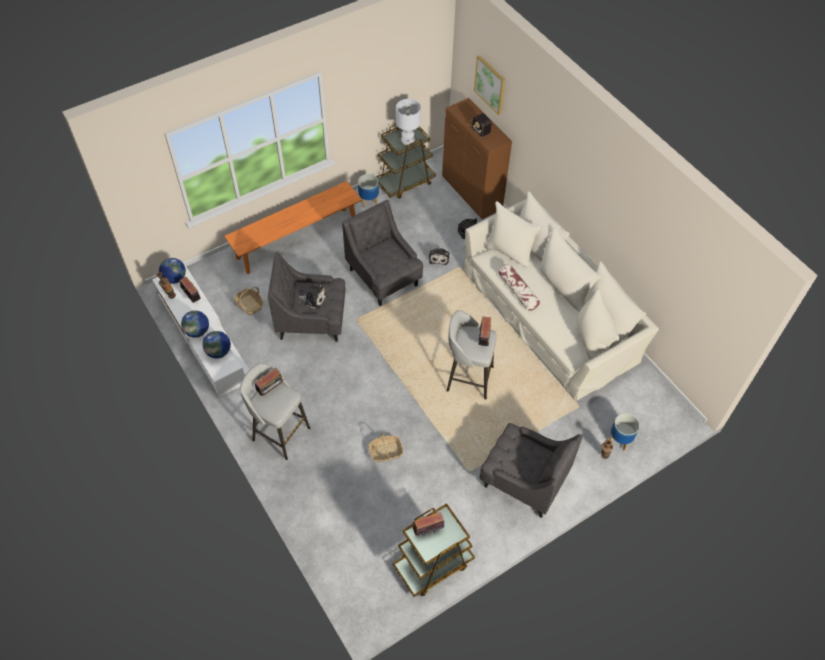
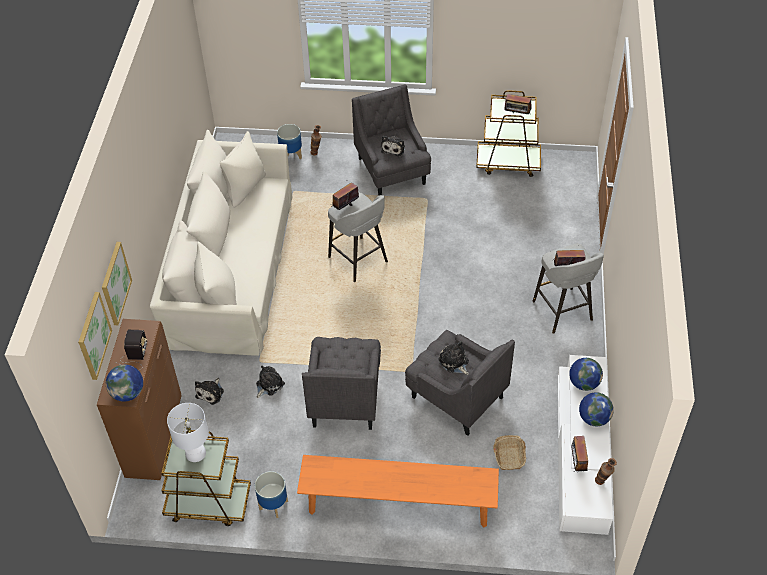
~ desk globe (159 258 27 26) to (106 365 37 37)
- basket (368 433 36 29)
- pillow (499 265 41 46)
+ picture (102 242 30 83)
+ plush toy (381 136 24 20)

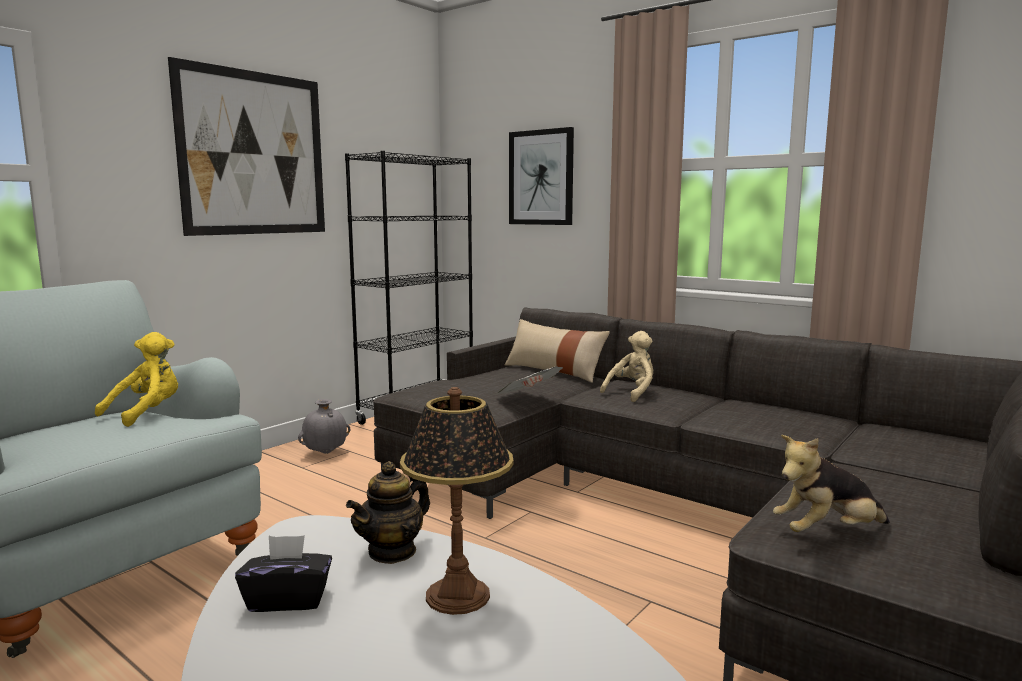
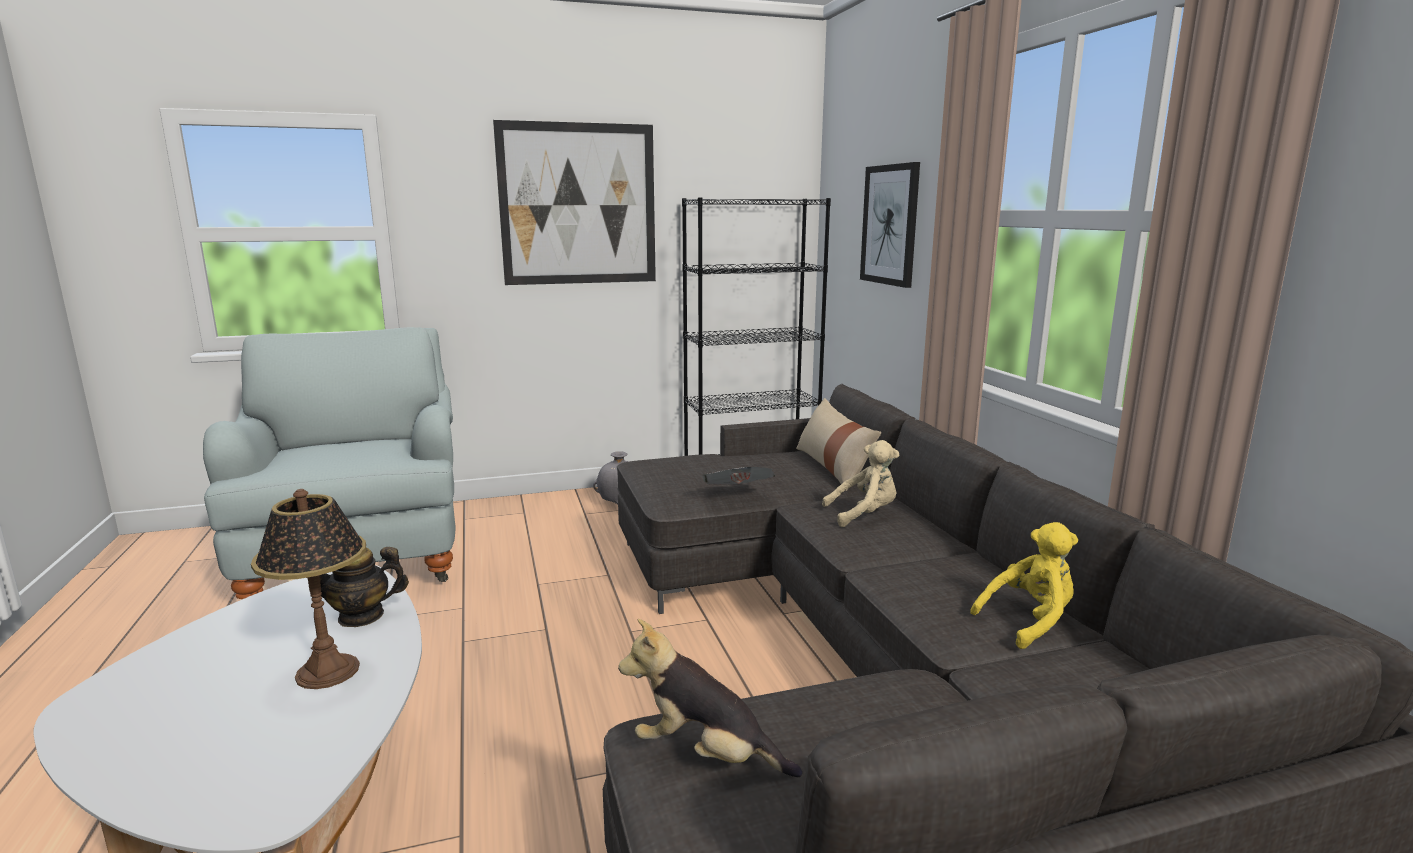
~ plush toy (yellow) (95 332 83 95) to (970 522 109 127)
- tissue holder (blackish) (235 535 97 77)

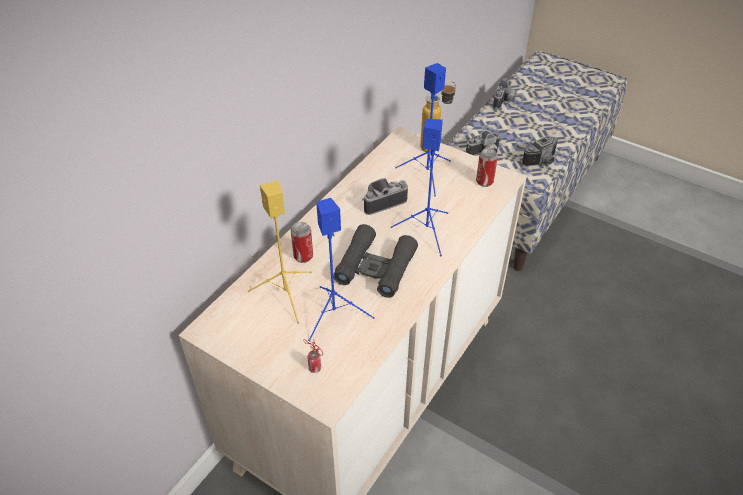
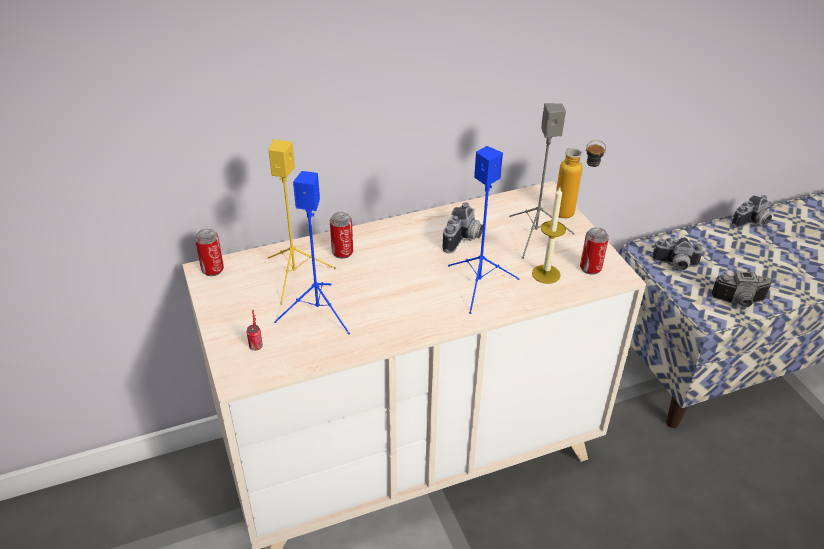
- binoculars (blackish) (333 224 85 74)
~ still camera (362 178 46 37) = (443 202 40 51) 105 degrees clockwise
~ speaker (bluish) (395 63 56 133) to speaker (grey) (509 103 65 156)
+ sealed can (195 228 29 48)
+ wax light (532 187 34 97)

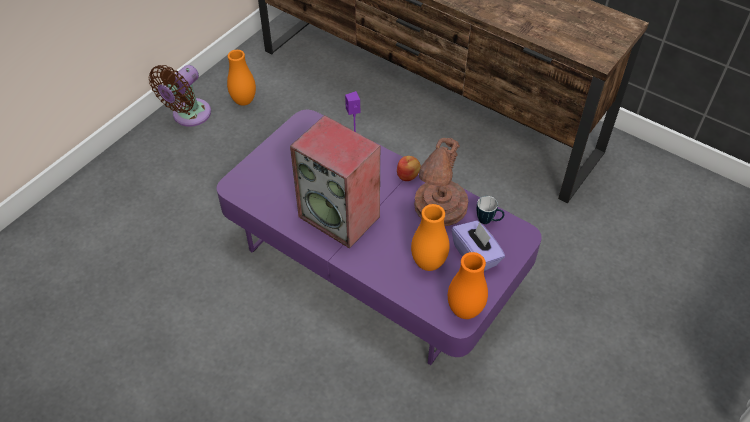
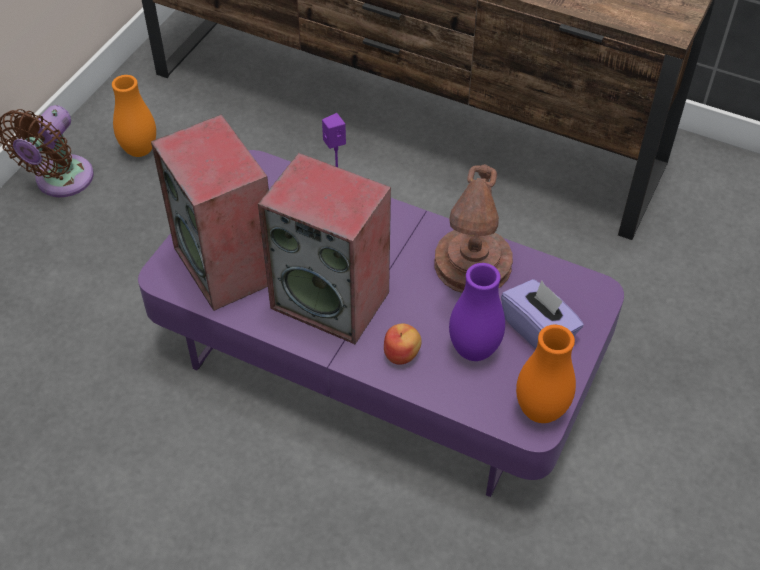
~ apple fruit (397 156 24 25) to (384 324 37 41)
~ decorative vase (orangey) (411 204 39 67) to decorative vase (purplish) (449 263 56 98)
- coffee mug (477 196 28 28)
+ speaker (151 114 118 197)

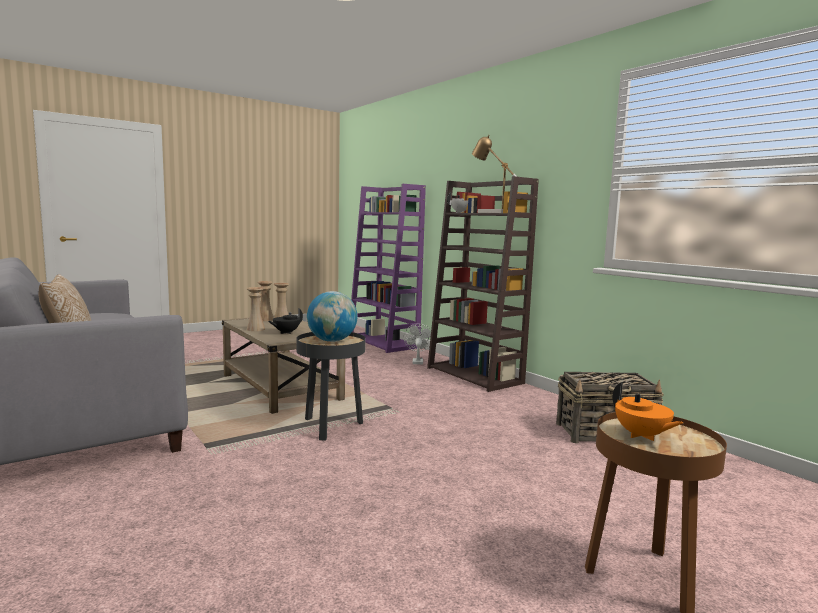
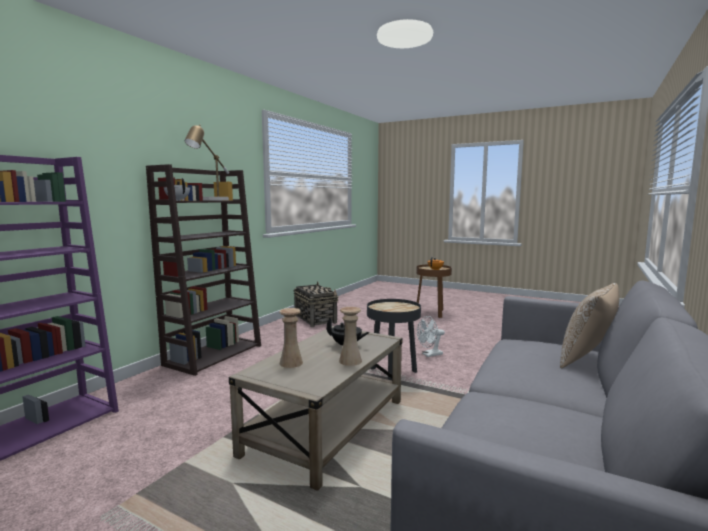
- decorative vase (beige-coloured) (258 281 15 40)
- desk globe (307 291 50 51)
~ electric fan (whitish) (404 324 27 41) to (417 316 28 41)

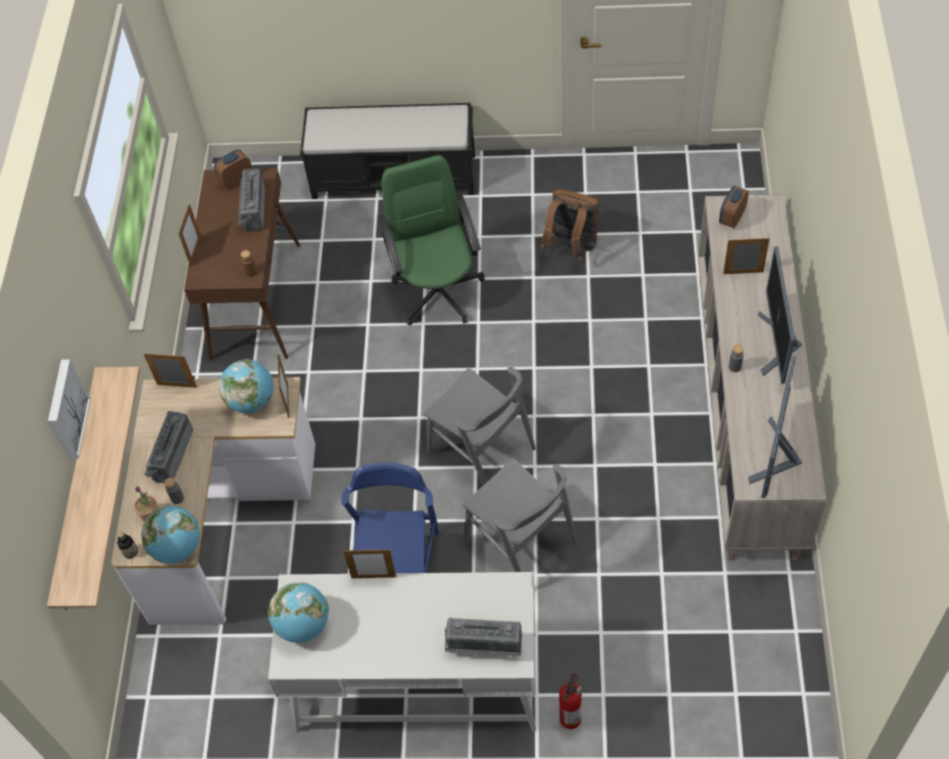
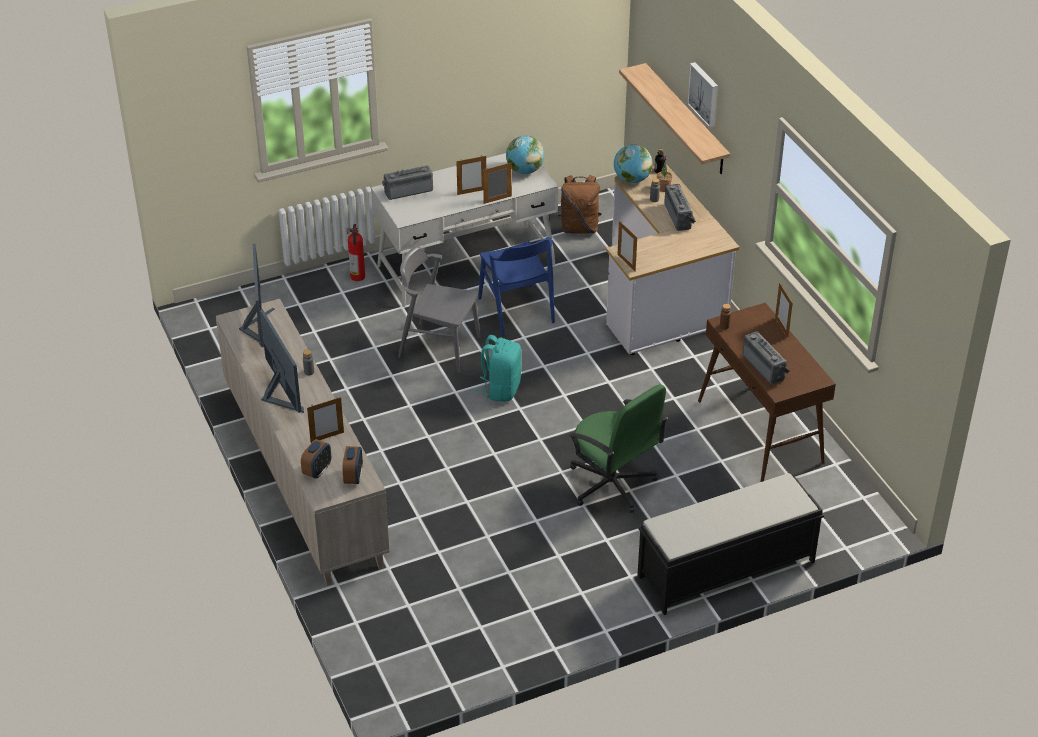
~ picture frame (144 353 53 35) to (456 156 30 39)
~ alarm clock (214 150 38 39) to (301 439 30 40)
- desk globe (219 359 55 54)
~ upright chair (grey) (424 367 112 118) to rucksack (blue-green) (475 335 46 67)
~ rucksack (brownish) (541 189 58 73) to (558 175 44 58)

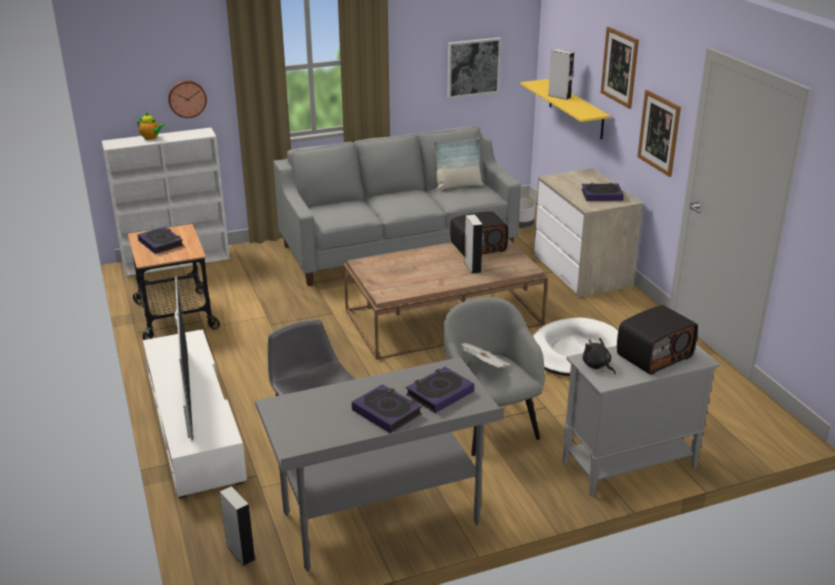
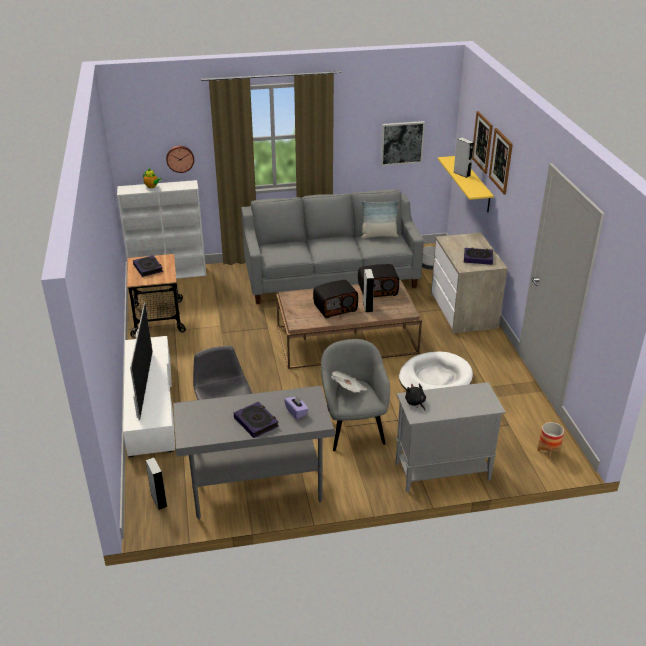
~ volume (406 367 68 46) to tissue holder (purplish) (284 395 25 24)
~ radio set (617 305 81 70) to (313 280 45 38)
~ picture (637 90 44 87) to (472 111 21 63)
+ planter (537 422 27 37)

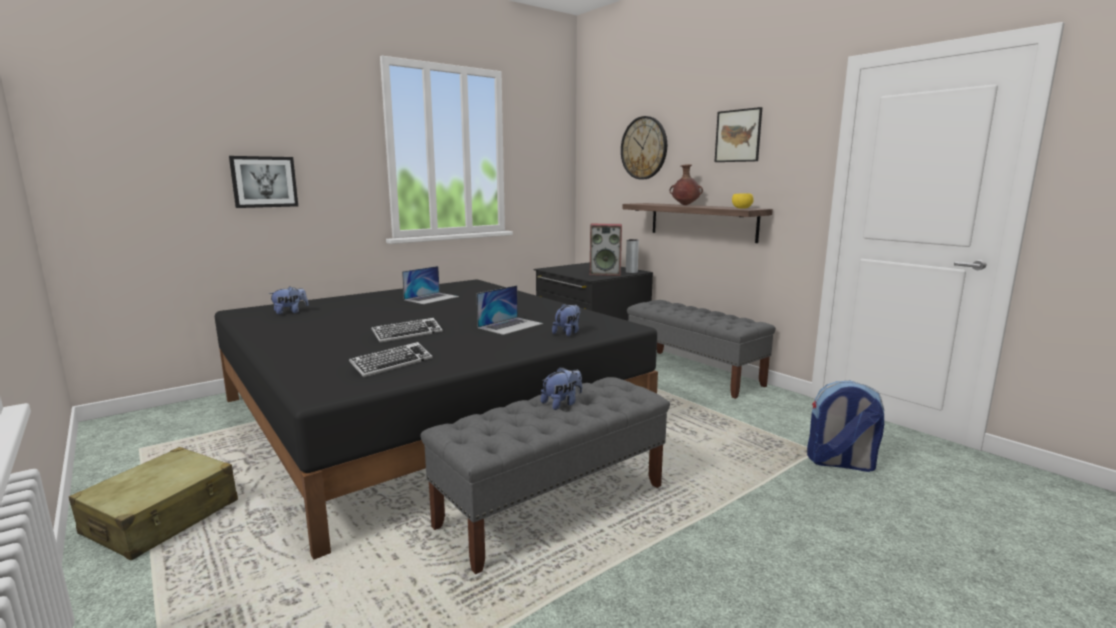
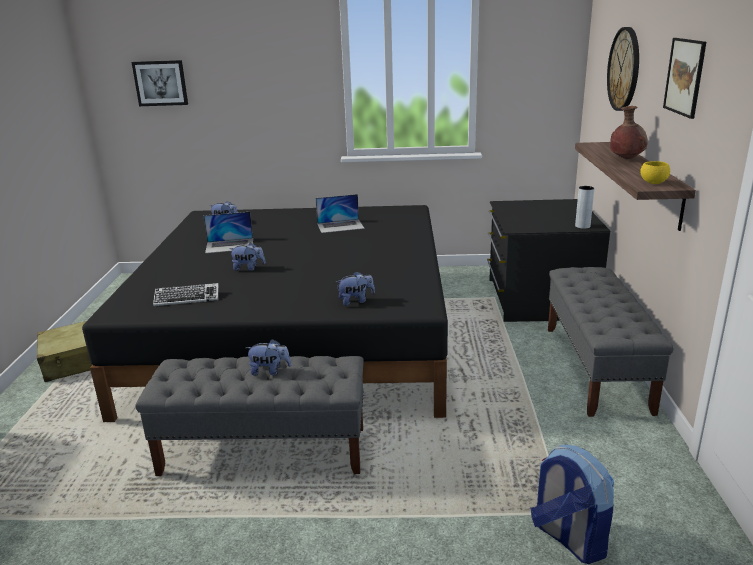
~ picture (229 156 69 52) to (132 60 56 46)
~ PC keyboard (371 318 72 25) to plush toy (229 242 37 29)
~ portable computer (476 285 67 50) to (203 212 50 41)
- speaker (590 224 32 52)

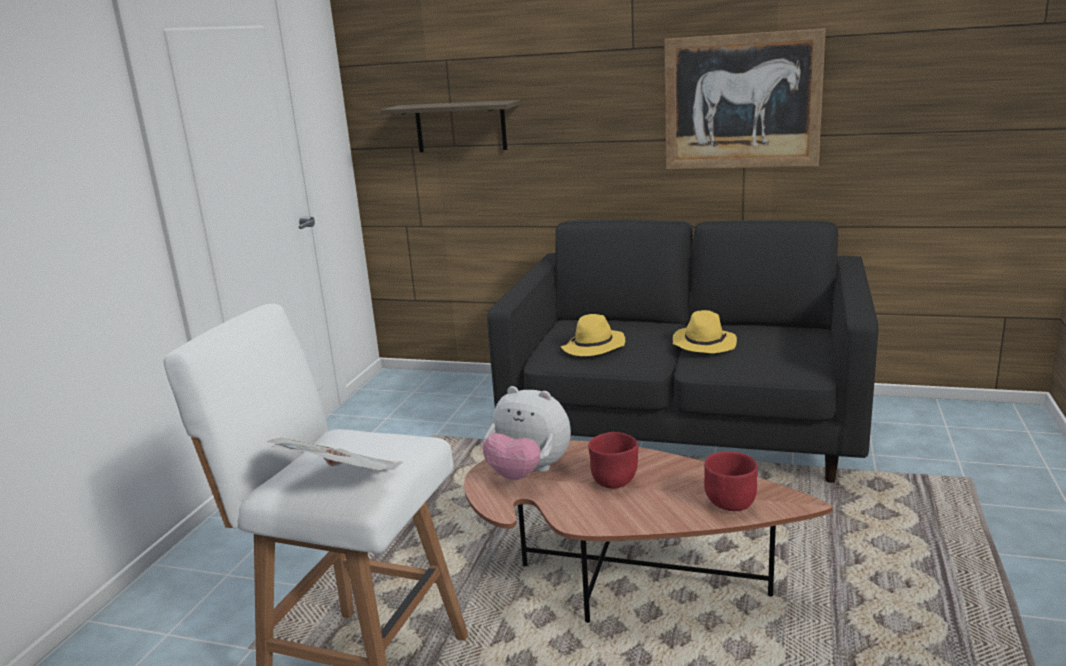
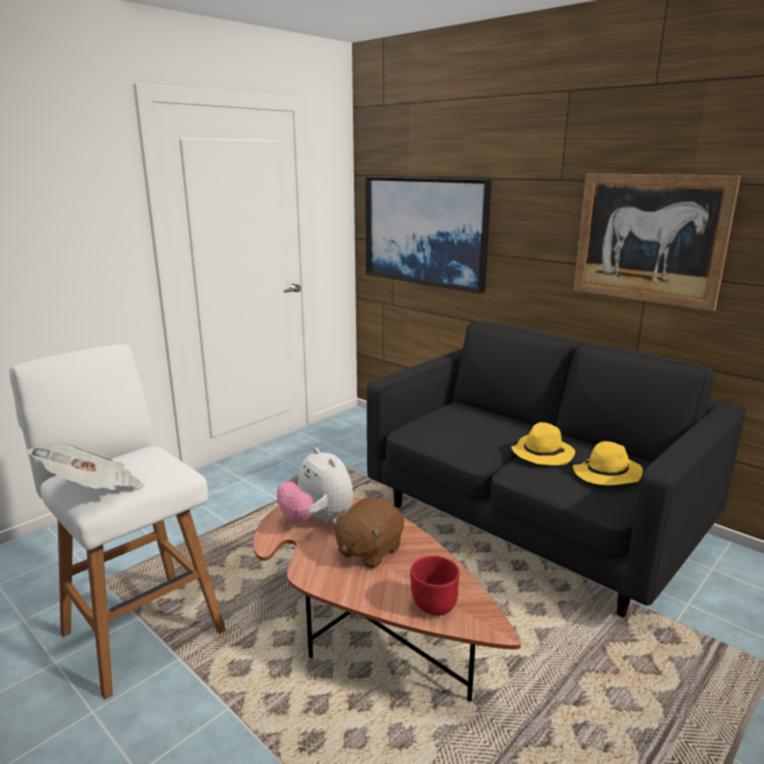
~ shelf (380 100 141 52) to picture (365 176 127 118)
~ clothing hat (yellow) (561 314 64 42) to (573 441 70 44)
~ deep dish (reddish) (588 432 51 57) to plush toy (brownish) (333 498 71 70)

